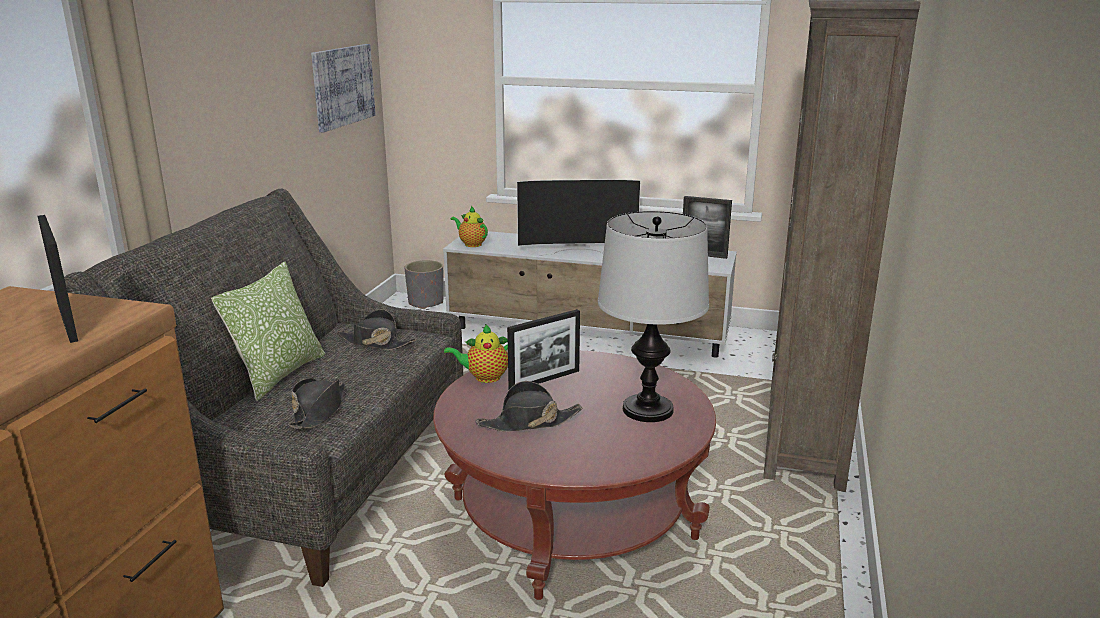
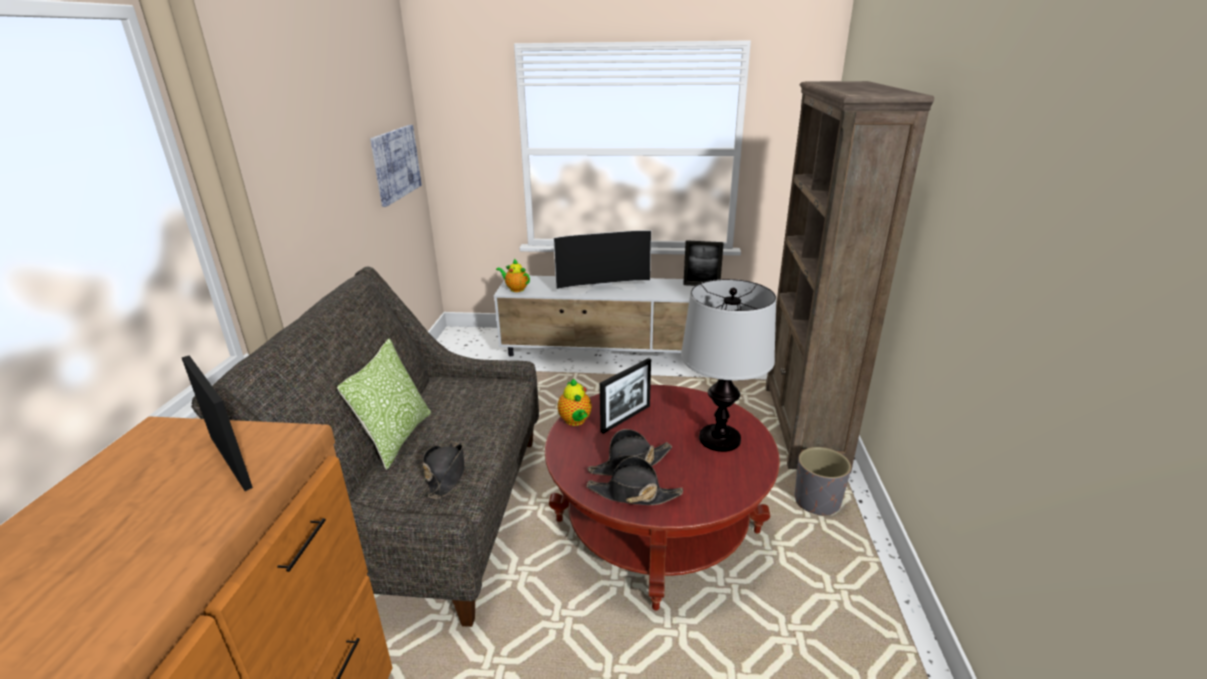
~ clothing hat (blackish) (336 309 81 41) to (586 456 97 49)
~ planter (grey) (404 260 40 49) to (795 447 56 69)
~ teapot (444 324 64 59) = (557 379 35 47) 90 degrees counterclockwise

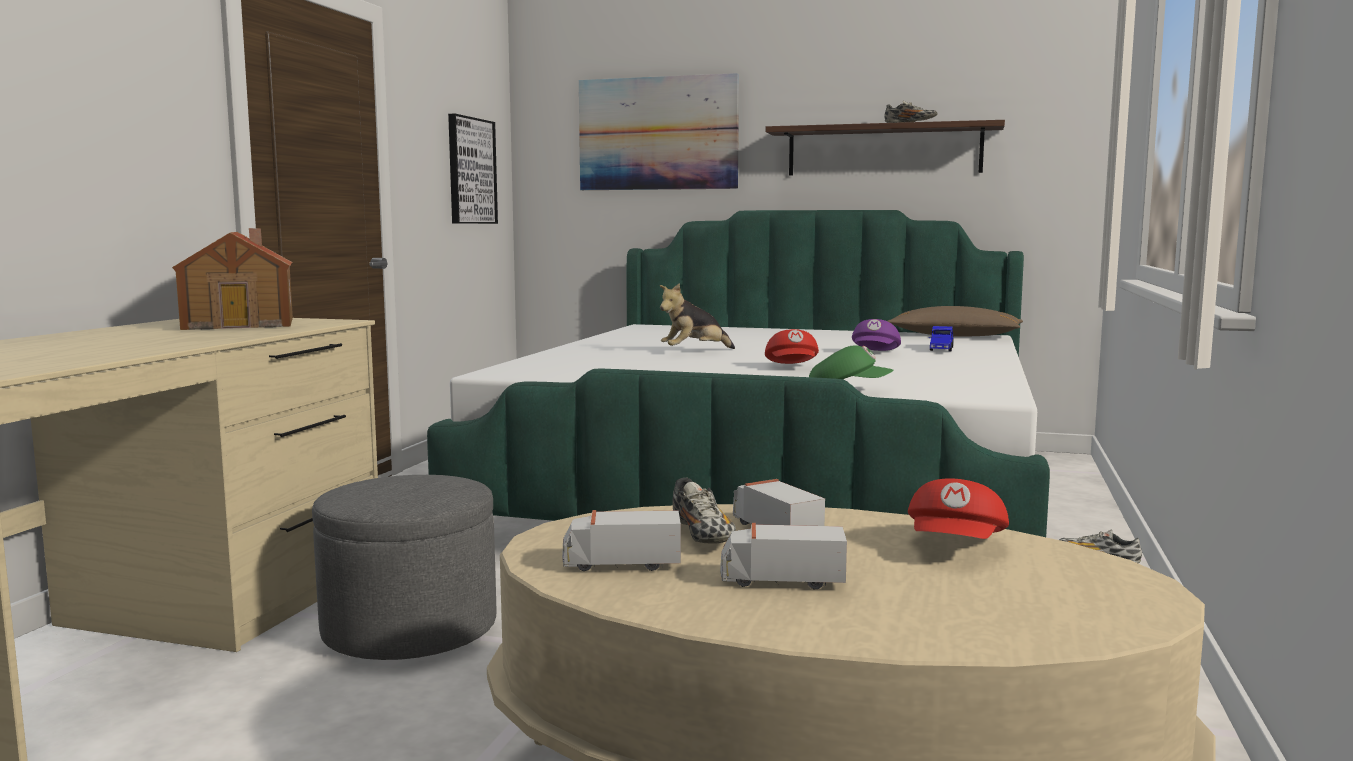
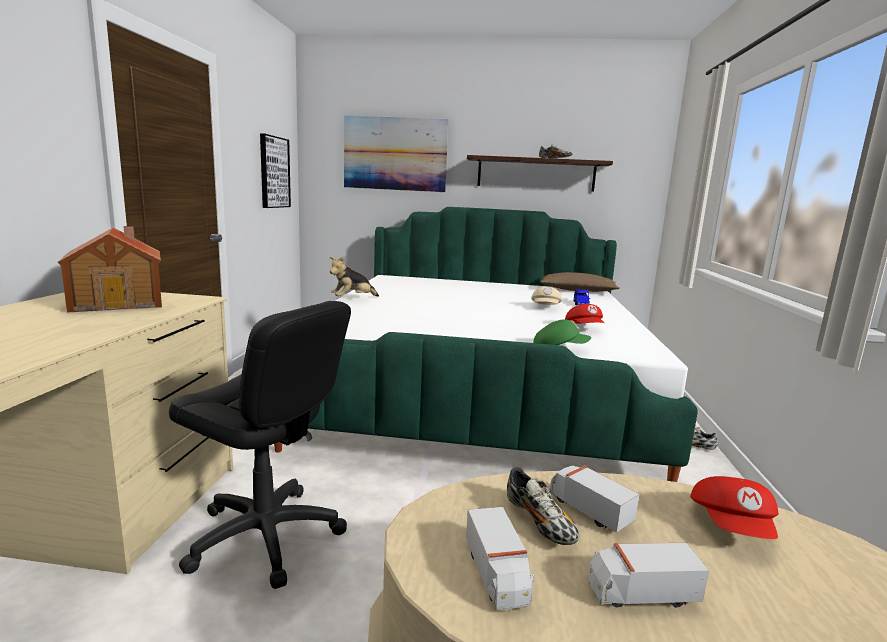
~ footrest (grey) (312 475 184 185) to computer chair (blackish) (169 301 182 288)
~ model truck (562 510 119 61) = (466 507 68 103) 90 degrees counterclockwise
~ plush toy (660 283 75 66) to (330 257 49 40)
~ peaked cap (reddish) (765 329 54 35) to (565 304 39 20)
~ peaked cap (purplish) (852 319 49 32) to peaked cap (beige-coloured) (531 287 31 18)

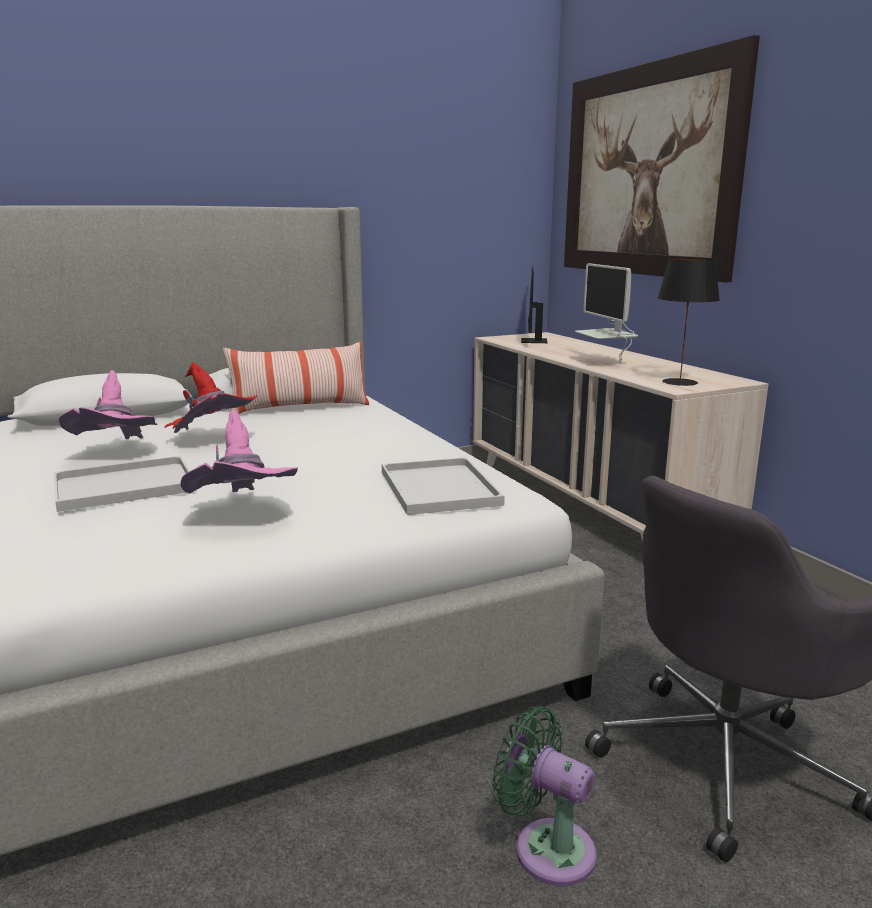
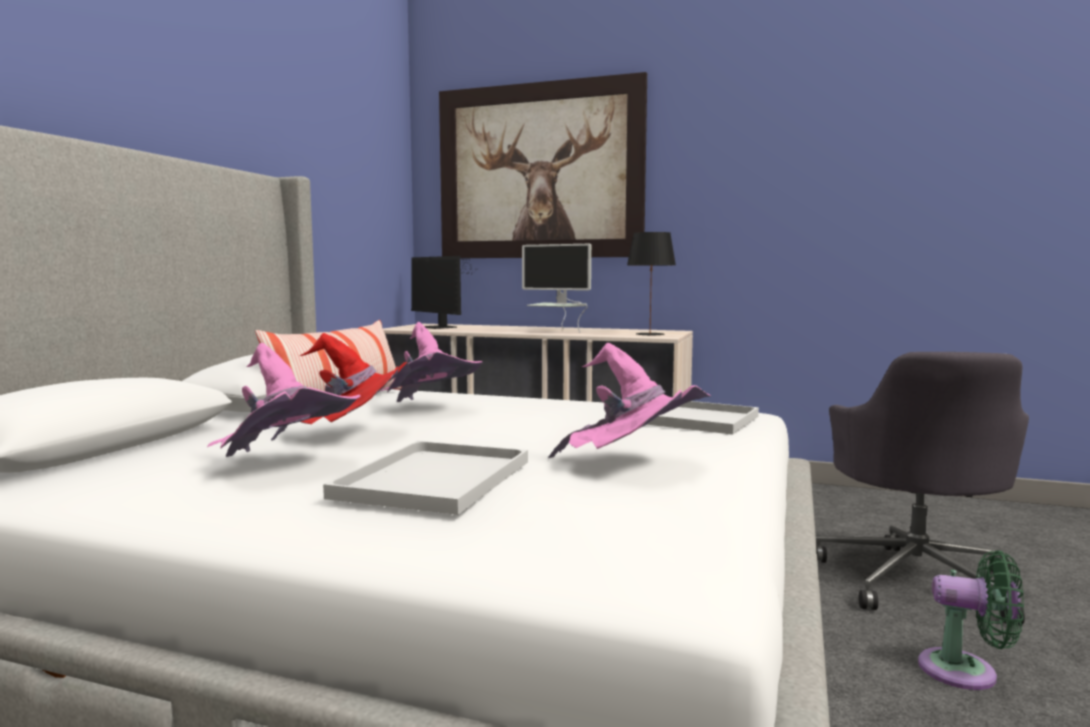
~ electric fan (greenish) (492 706 105 180) = (918 551 106 139) 150 degrees counterclockwise
+ clothing hat (pink-coloured) (381 322 102 80)

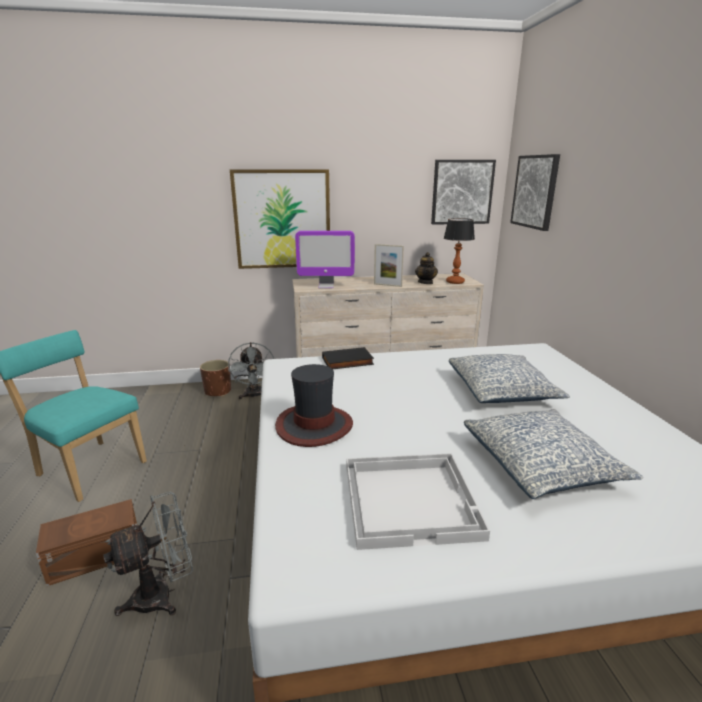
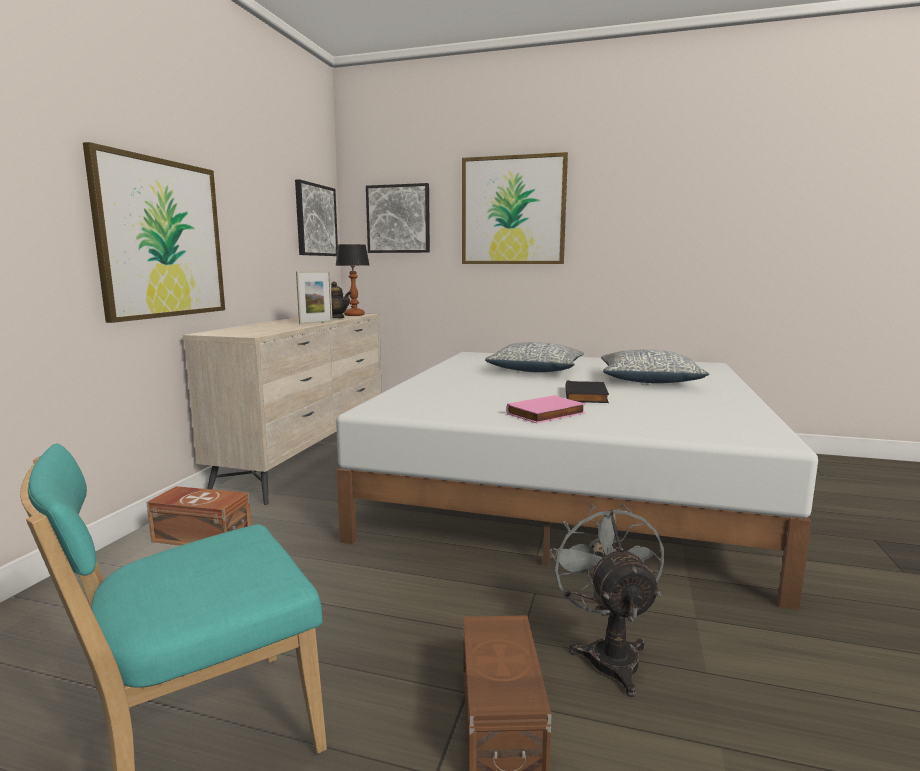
- planter (brownish) (200 360 31 37)
~ electric fan (grey) (228 342 46 57) to storage box (brownish) (146 486 105 60)
~ clothing hat (275 364 78 83) to volume (pink-coloured) (506 395 79 28)
- computer display (295 231 60 57)
~ volume (blackish) (322 347 52 22) to (565 380 44 23)
- carrying tray (whitish) (347 453 143 97)
+ picture (462 152 106 112)

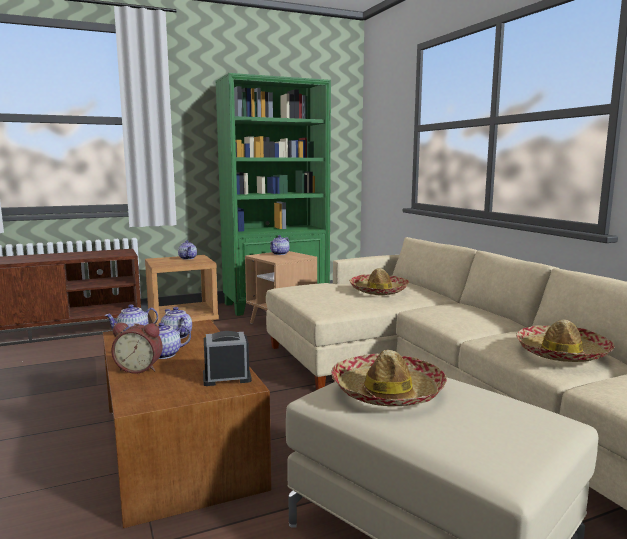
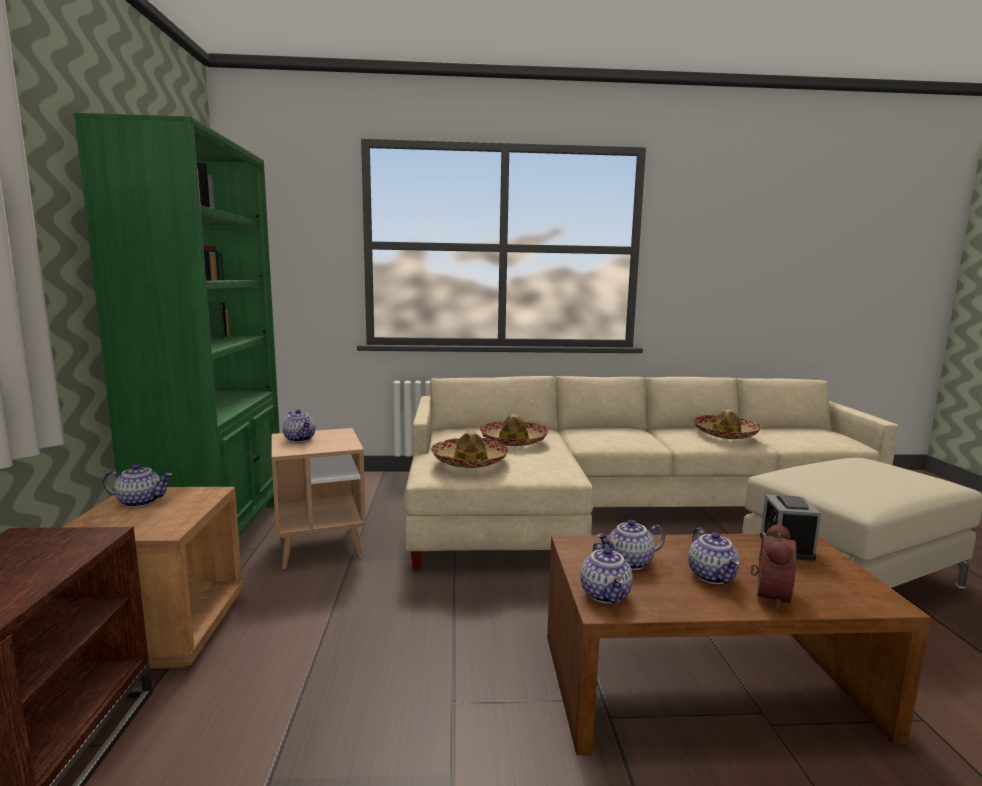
~ clothing hat (331 350 116 56) to (431 431 78 37)

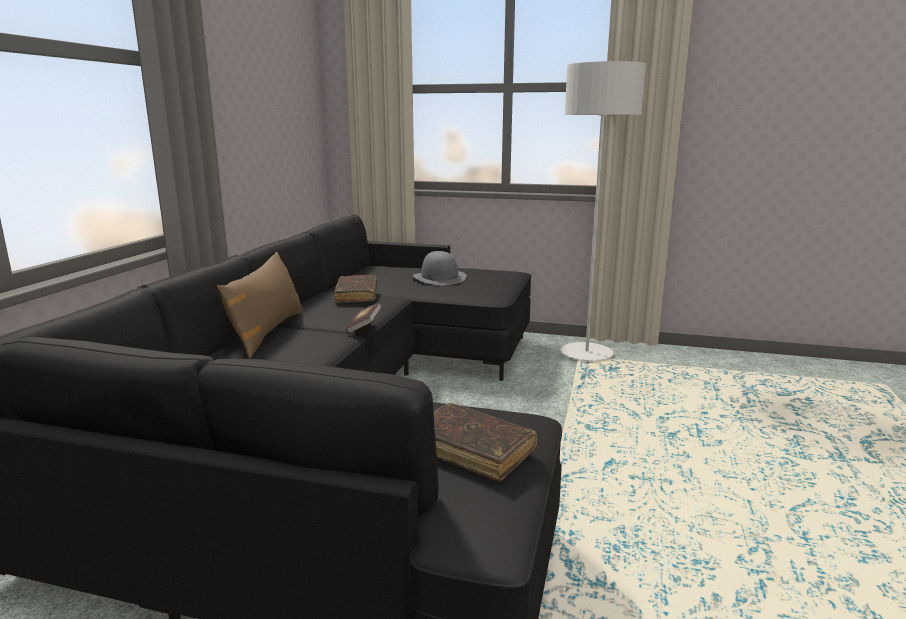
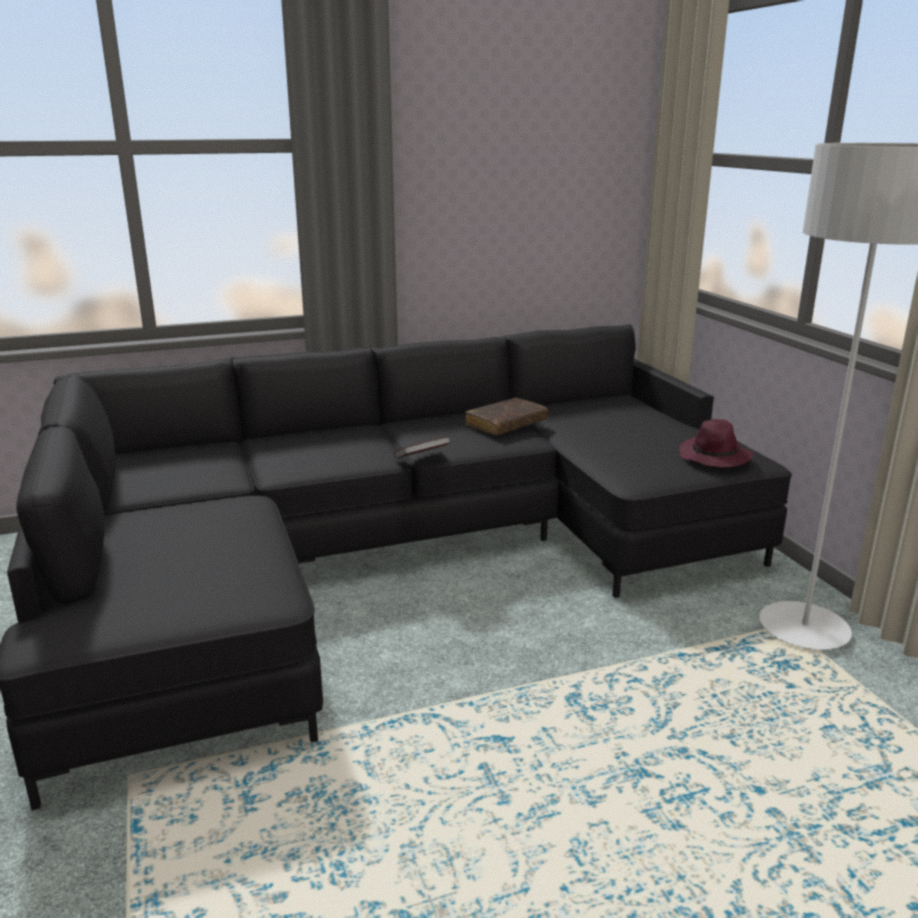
- pillow (brownish) (217 252 87 106)
- clothing hat (grey) (413 251 54 34)
- volume (brownish) (434 403 104 79)
+ clothing hat (purplish) (679 419 75 48)

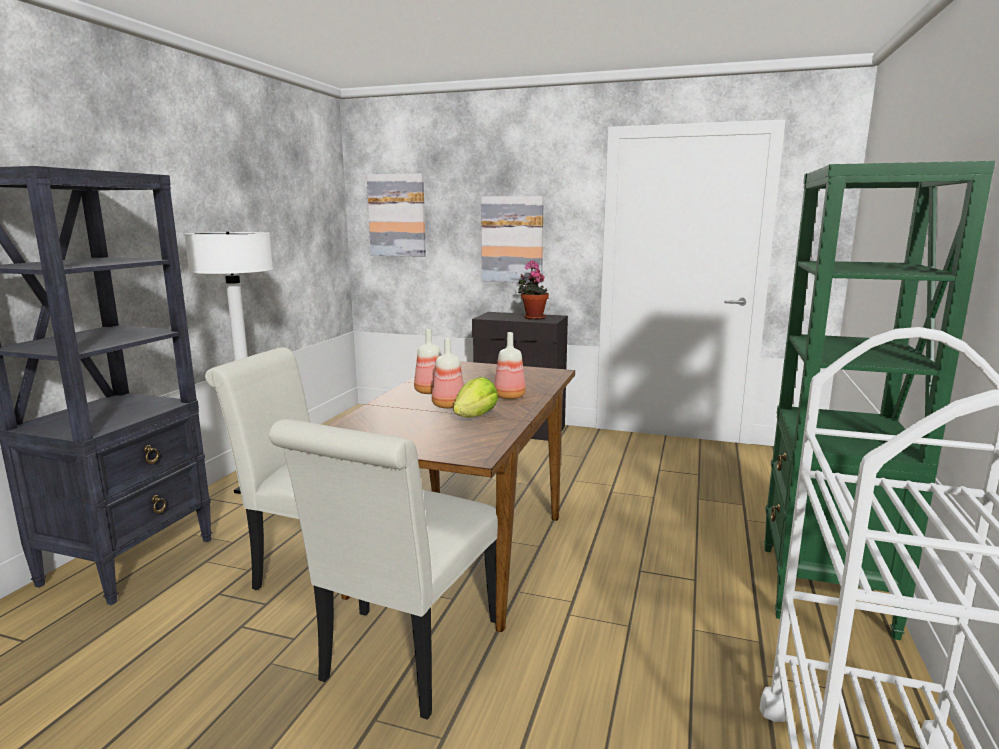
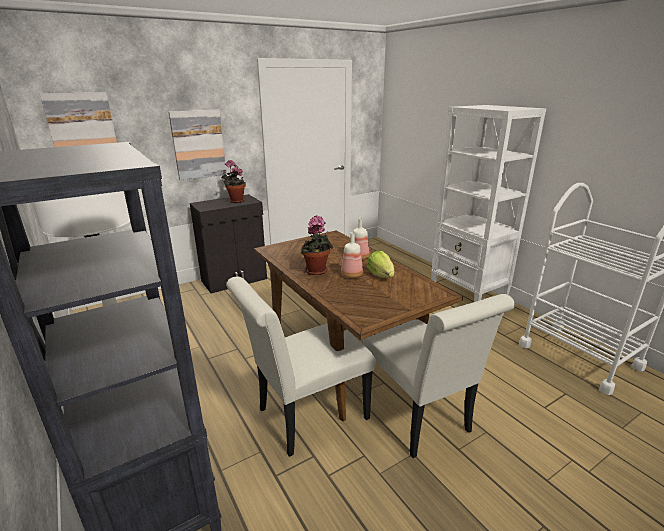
~ bottle (414 329 27 65) to houseplant (300 216 33 59)
~ shelving unit (greenish) (764 161 231 479) to shelving unit (whitish) (431 105 115 197)

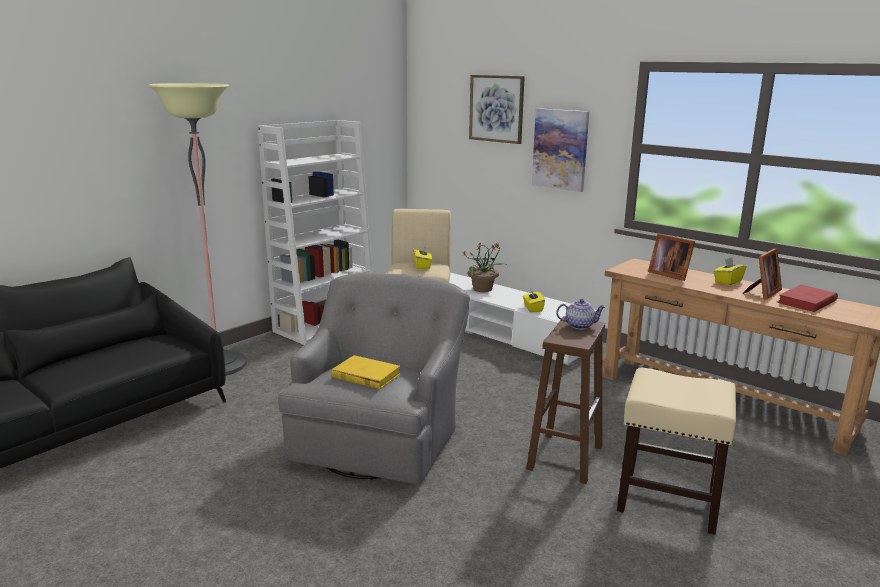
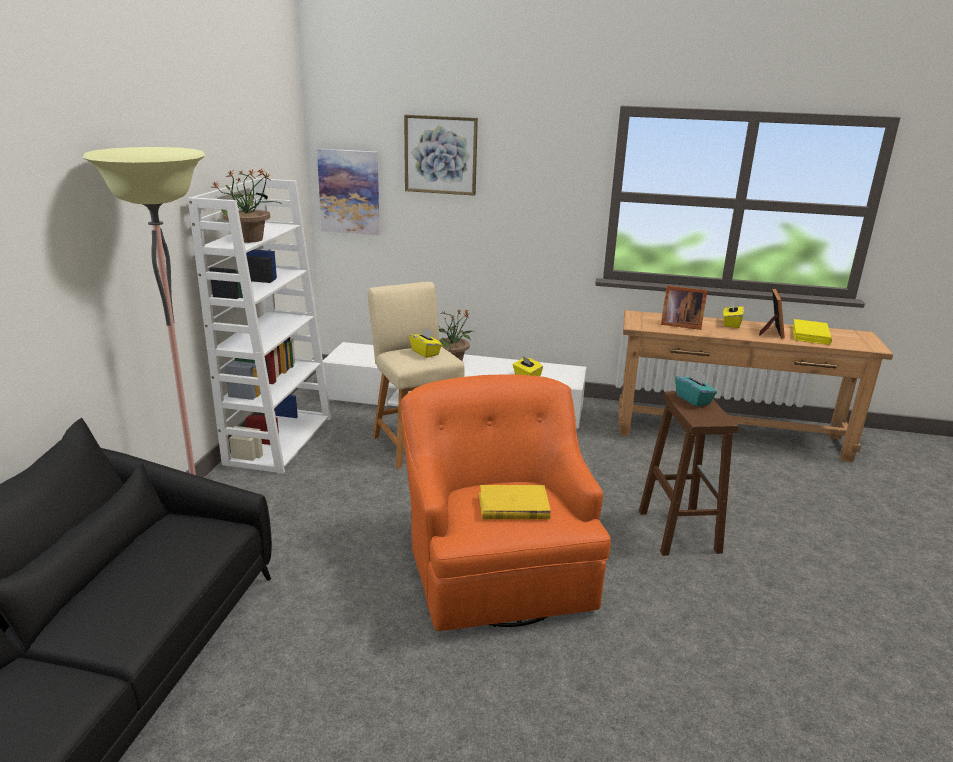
~ armchair (grey) (278 273 192 211) to armchair (orangey) (401 374 210 257)
~ picture (532 108 57 84) to (317 149 63 86)
~ teapot (556 299 49 30) to tissue holder (blue-green) (675 370 42 37)
- stool (beige-coloured) (617 368 119 167)
~ volume (reddish) (777 285 61 27) to volume (yellow) (792 319 40 26)
+ houseplant (210 169 72 74)

